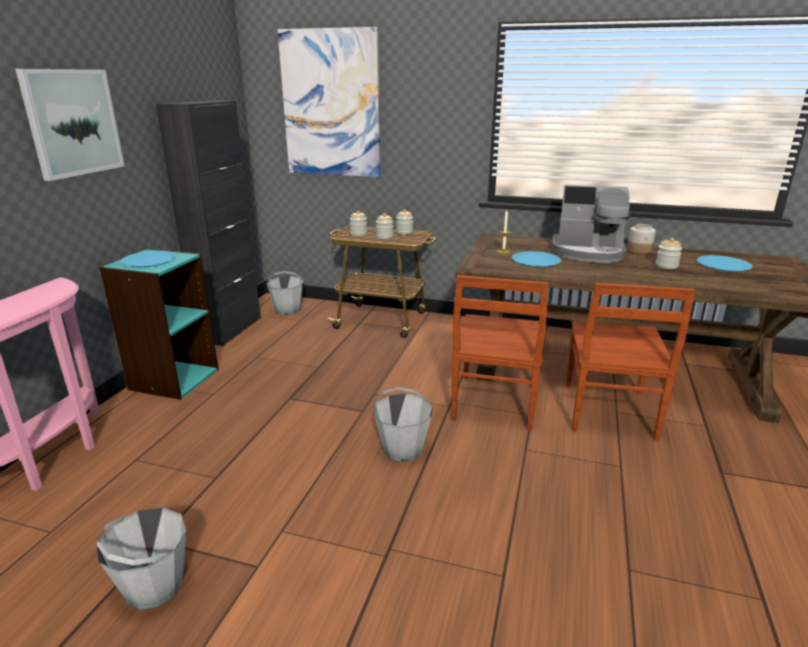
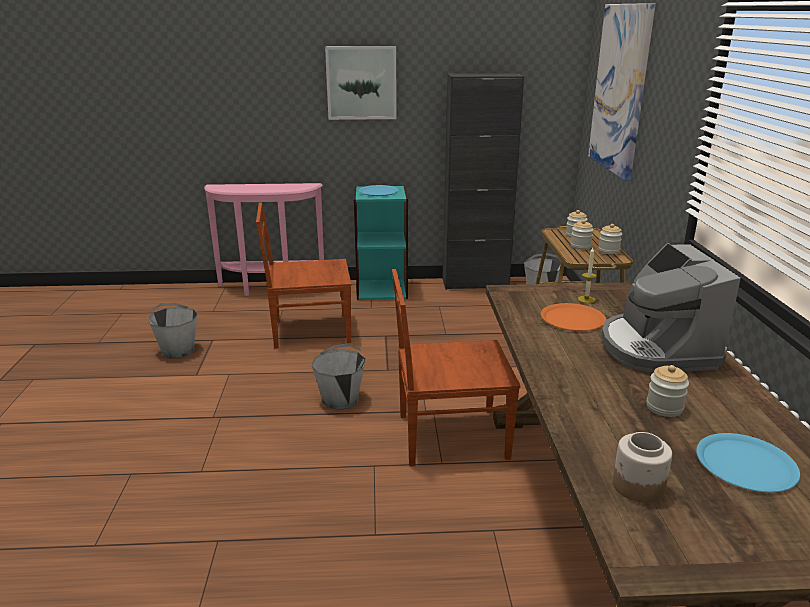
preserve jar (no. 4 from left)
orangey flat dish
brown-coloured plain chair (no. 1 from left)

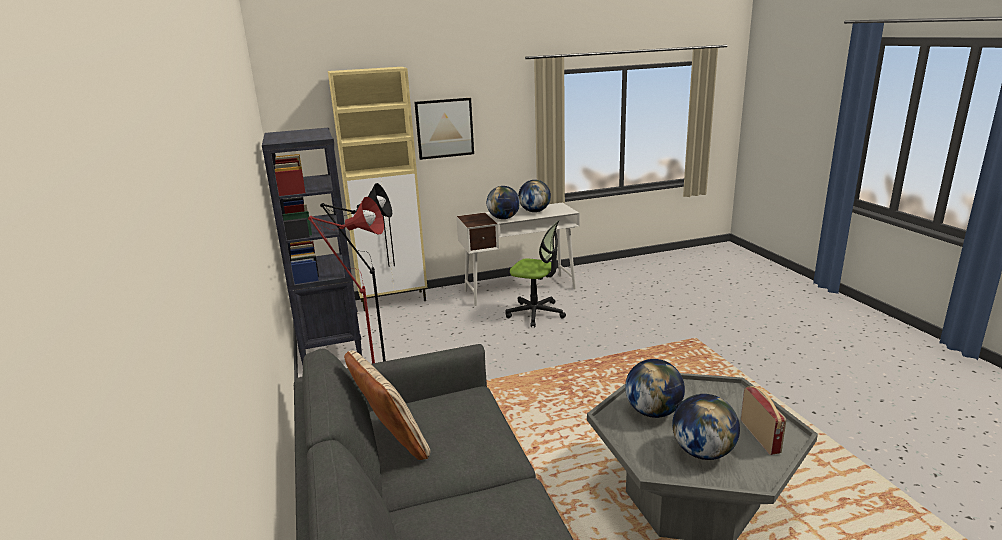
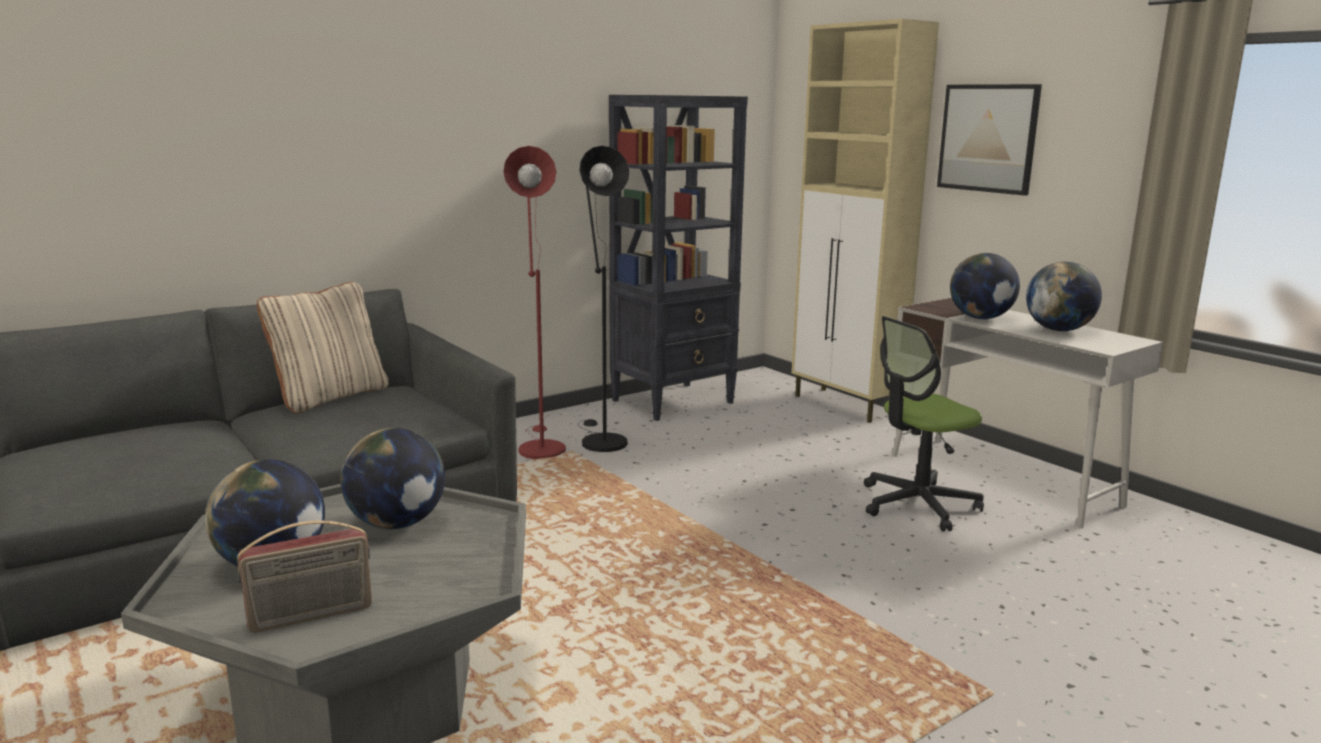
computer chair

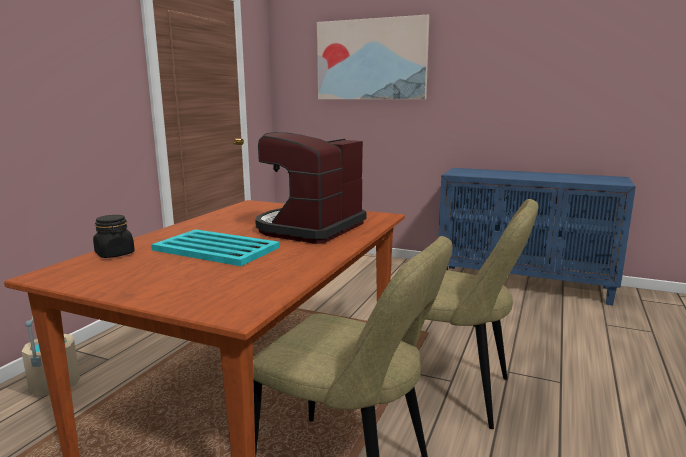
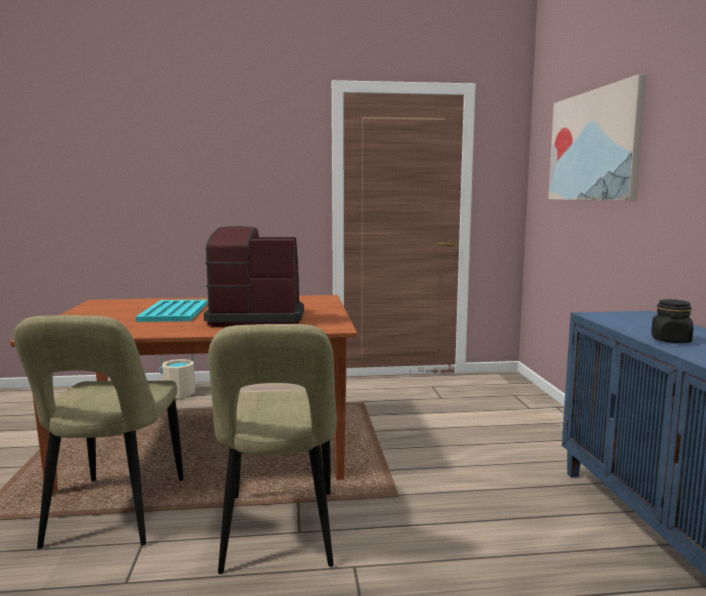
blackish preserve jar

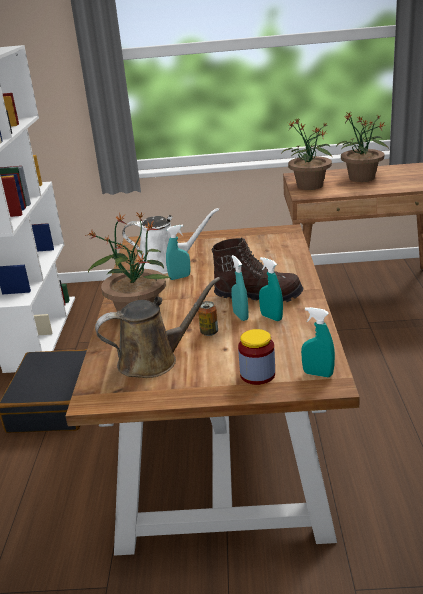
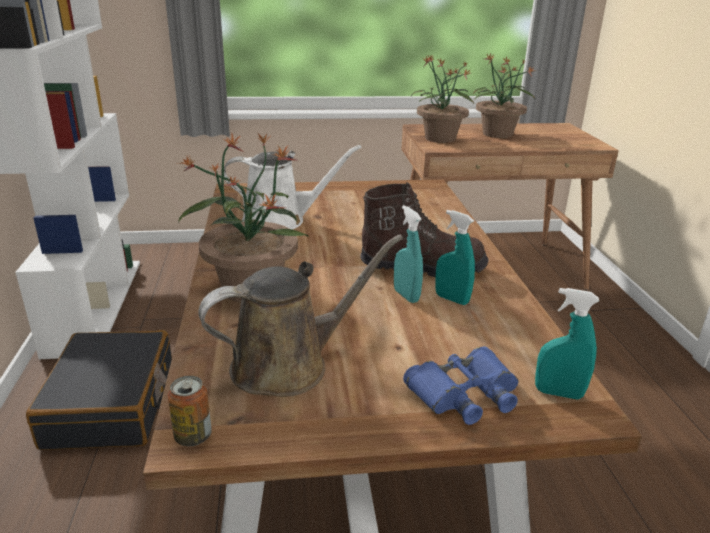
turquoise hand sprayer (no. 1 from left in the first image)
can
blue field glasses

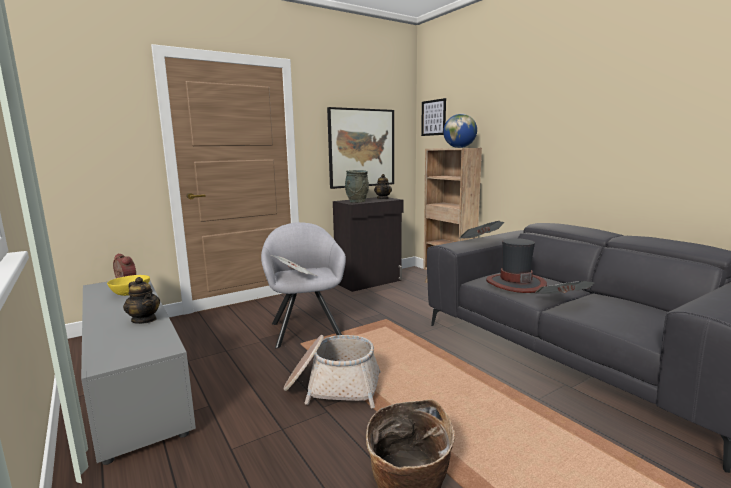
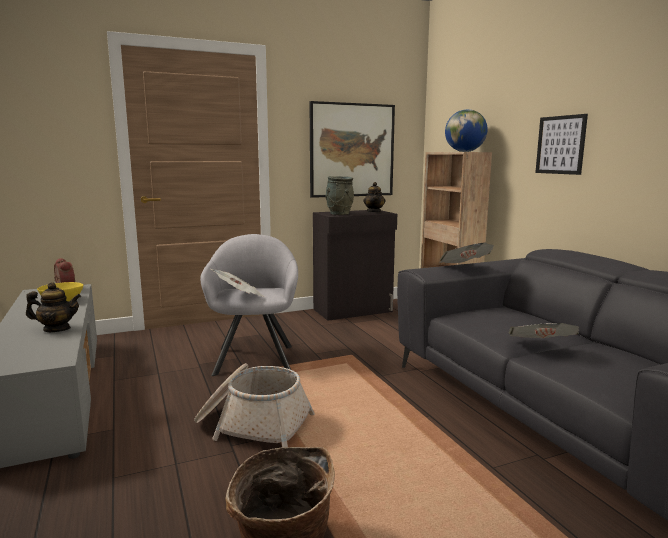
wall art (no. 2 from left)
clothing hat
tea pot (no. 1 from left)

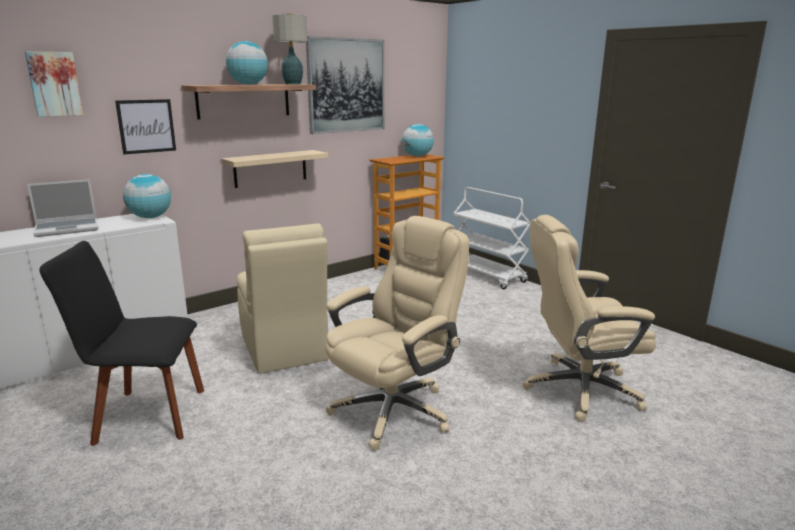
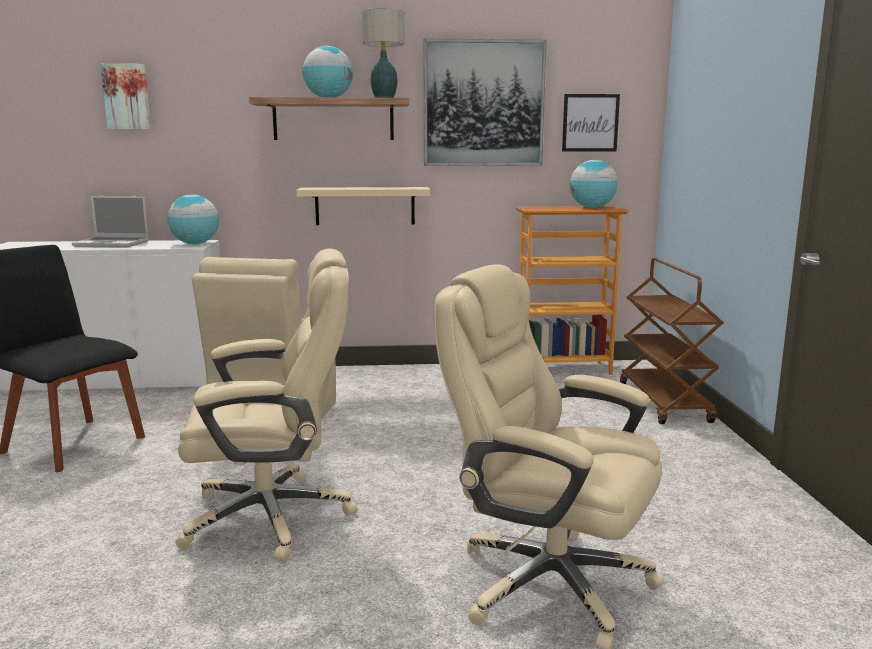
wall art (no. 3 from left)
brown-coloured wheeled cart

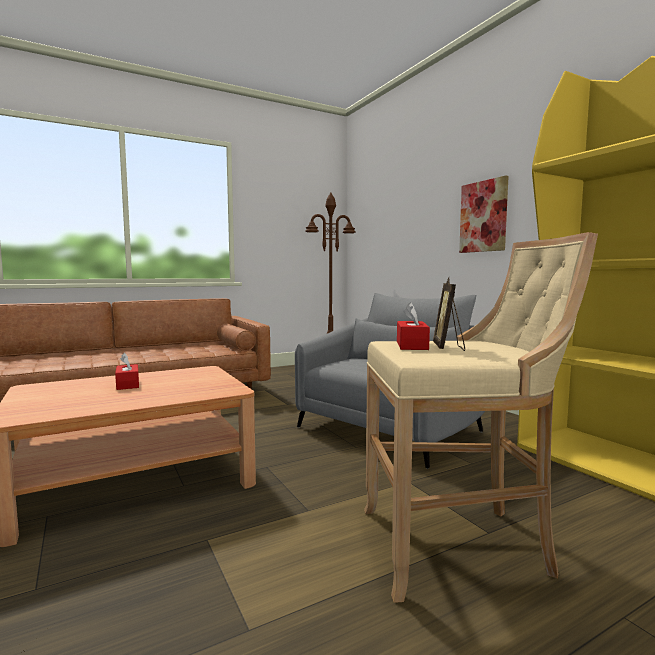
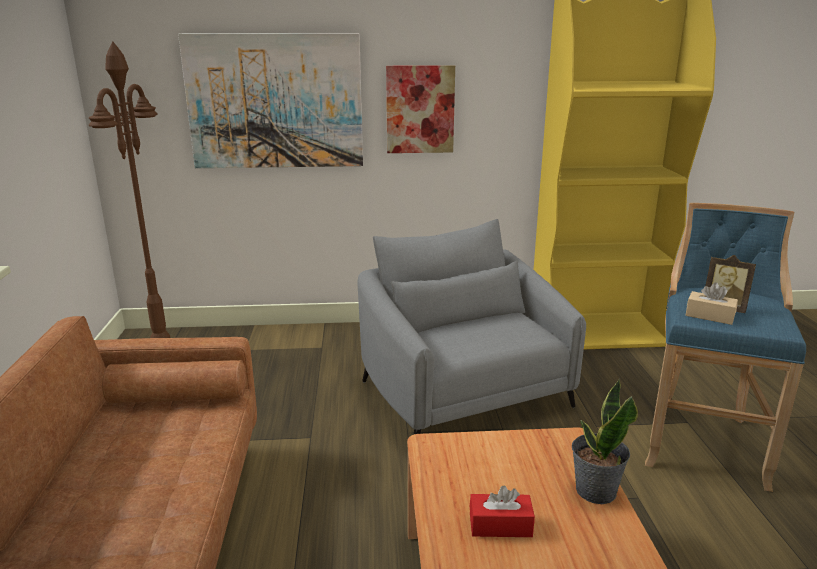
blue stool seat
sand-coloured box of tissues
wall art (no. 1 from left)
houseplant

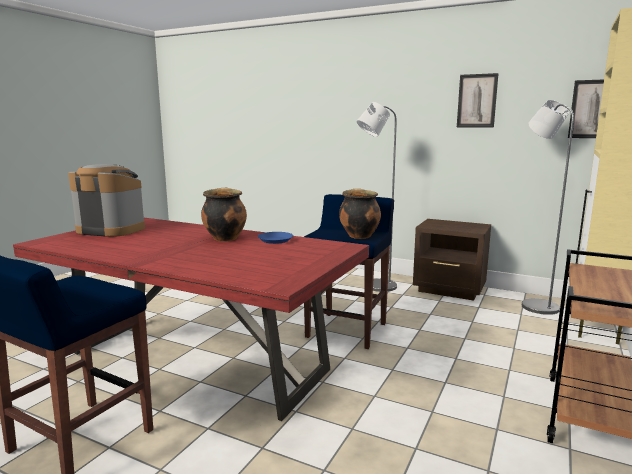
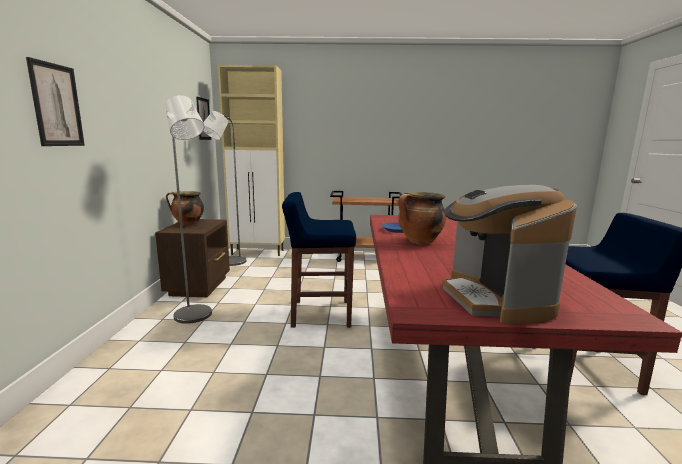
wall art (no. 1 from left)
cooking pot (no. 1 from left)

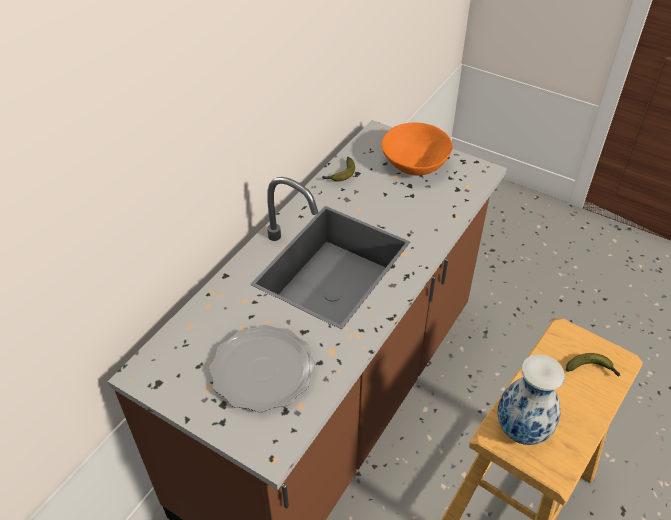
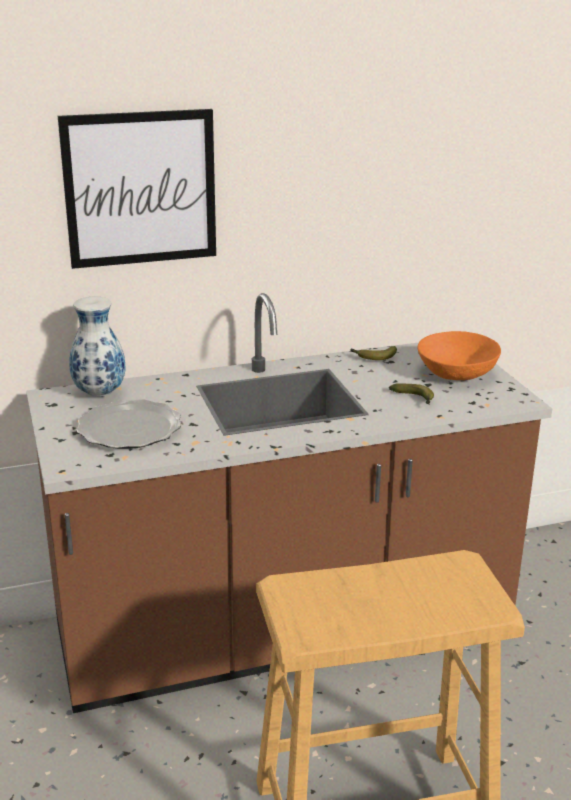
banana (no. 2 from left)
decorative vase
wall art

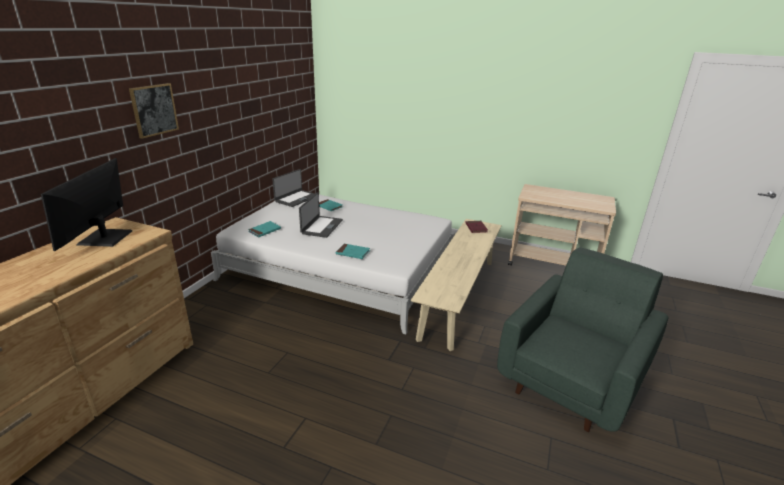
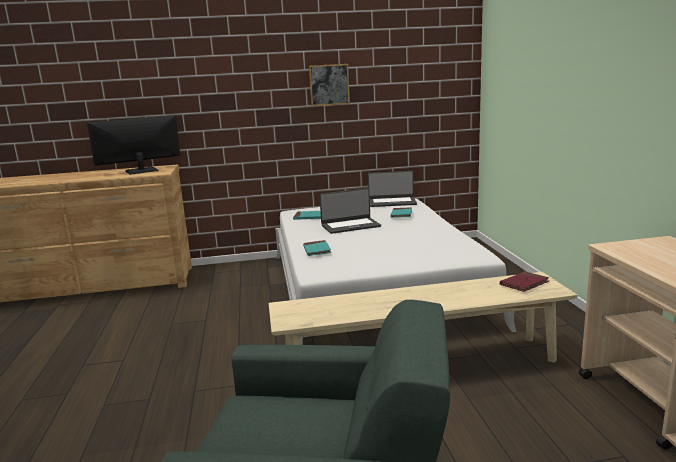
wall art

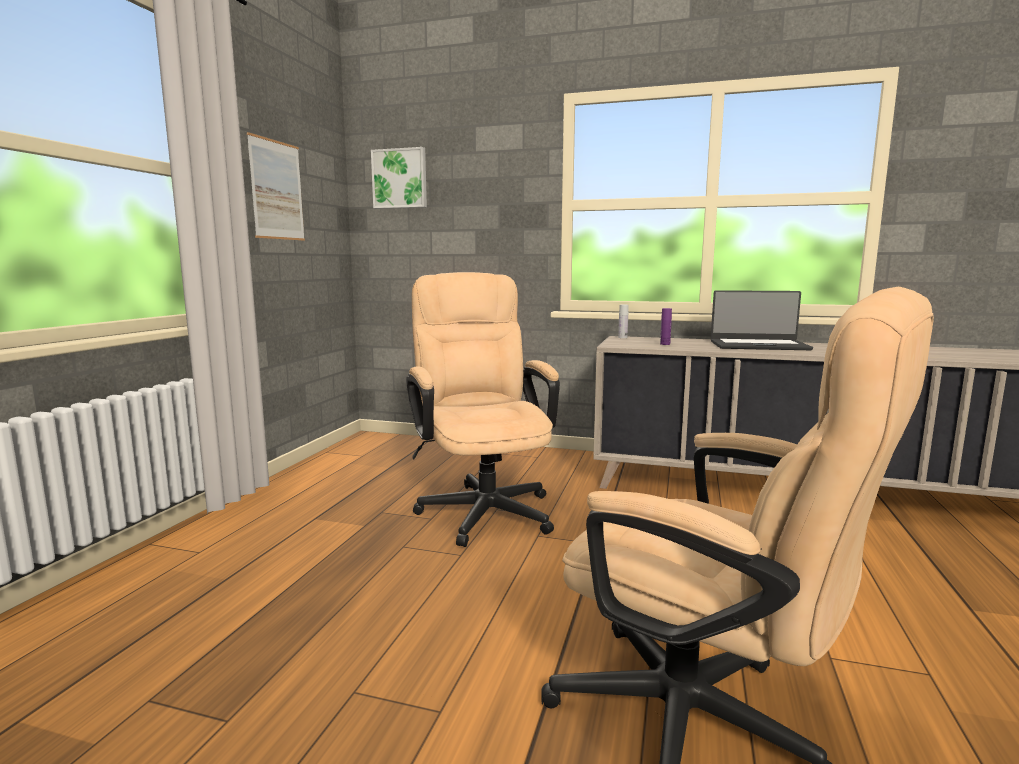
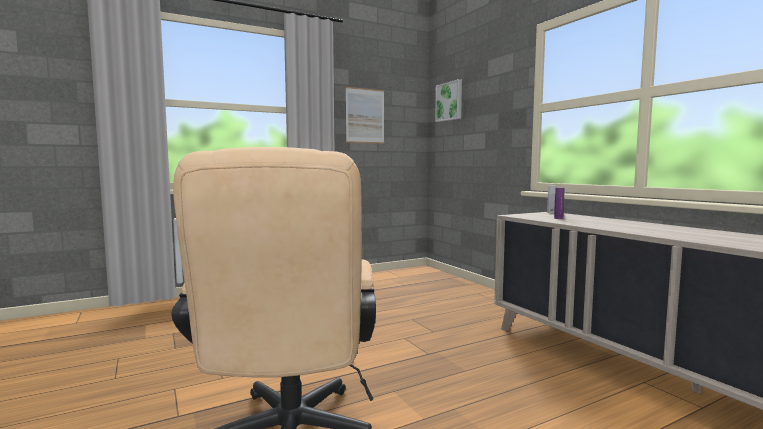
sand-coloured computer chair (no. 1 from left in the first image)
laptop

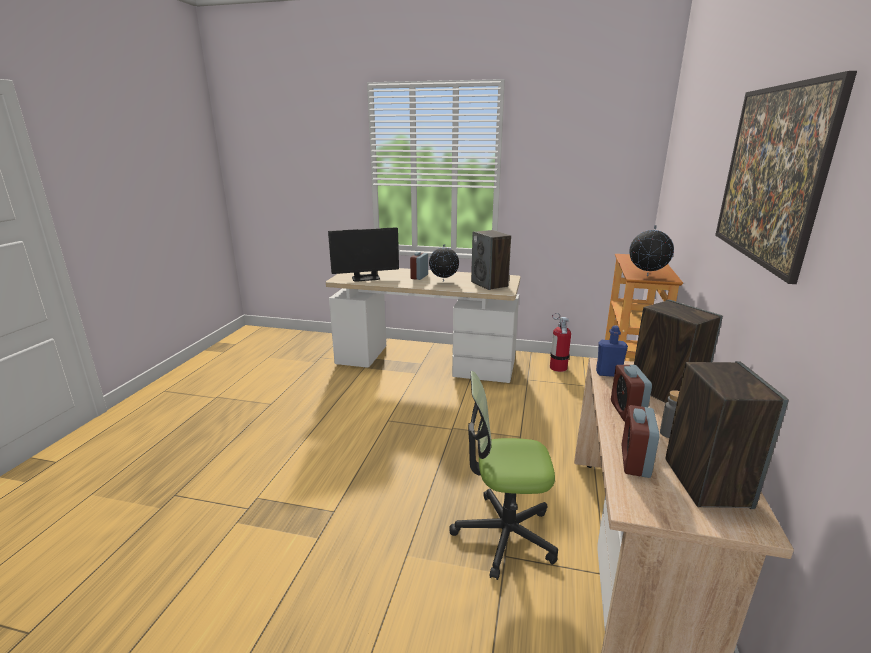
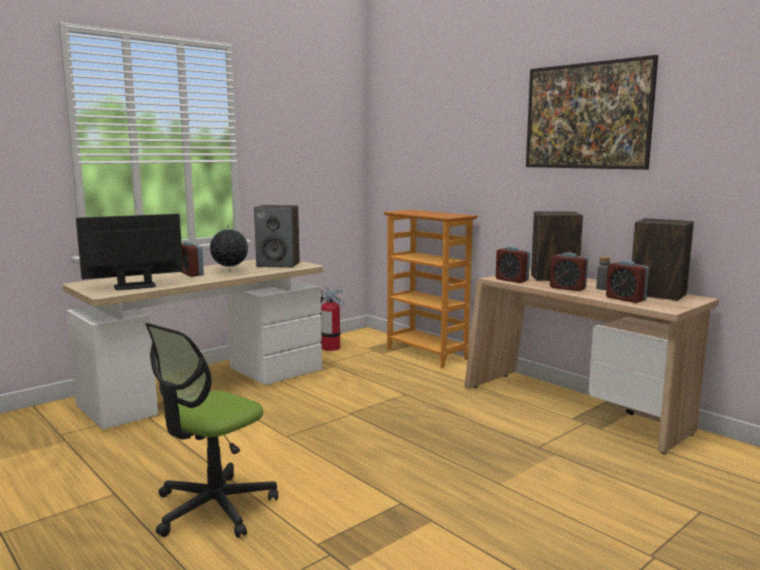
world globe (no. 2 from left in the first image)
computer screen
bedside clock (no. 2 from left)
computer chair

